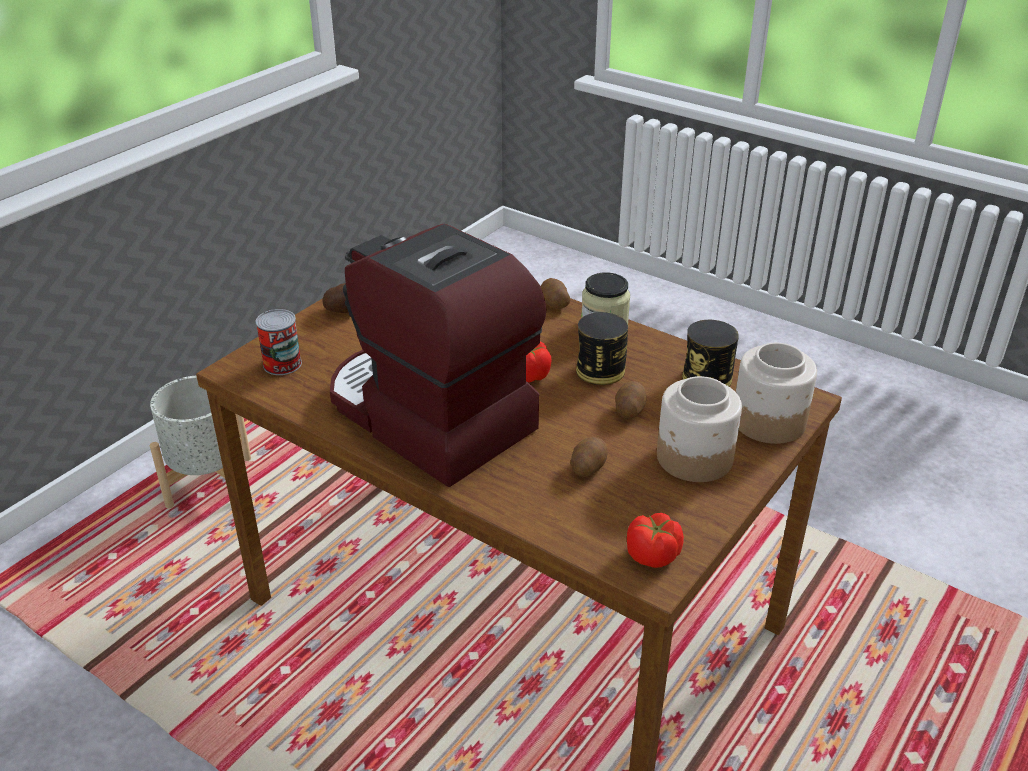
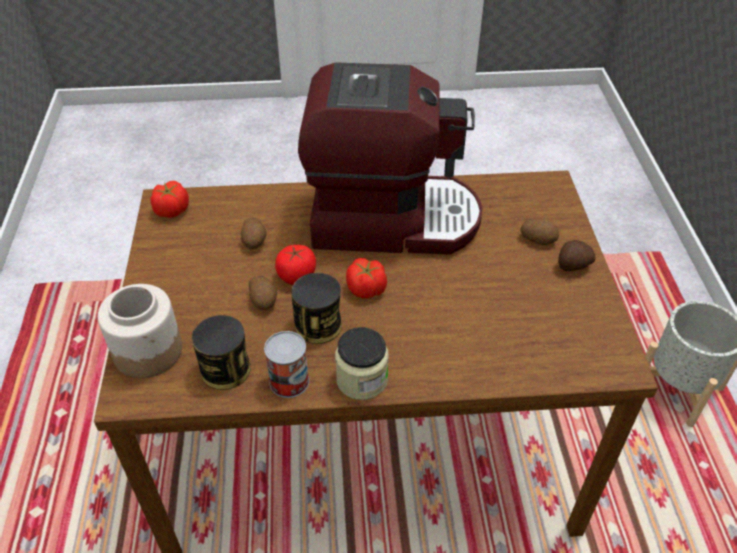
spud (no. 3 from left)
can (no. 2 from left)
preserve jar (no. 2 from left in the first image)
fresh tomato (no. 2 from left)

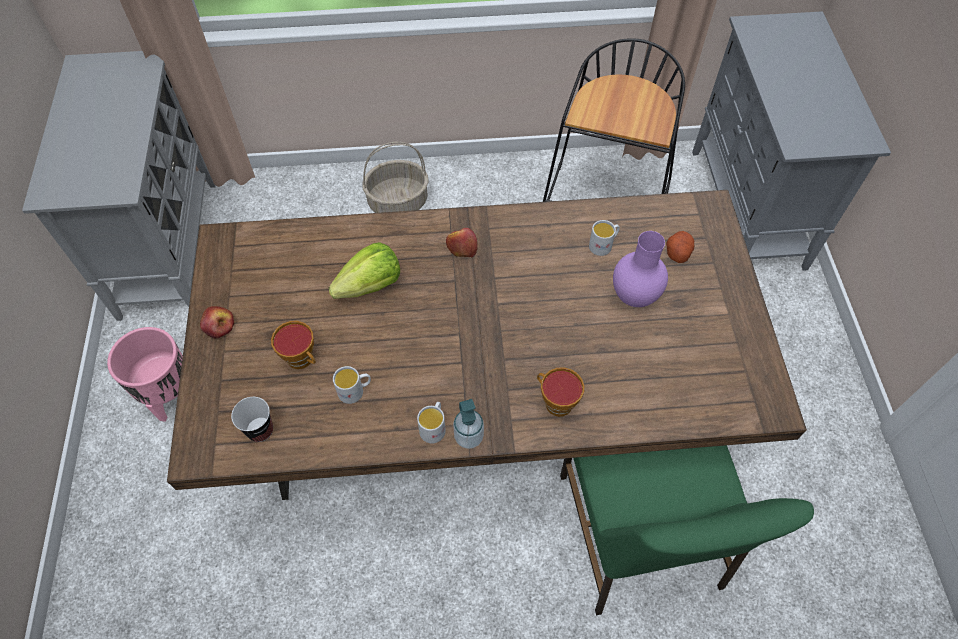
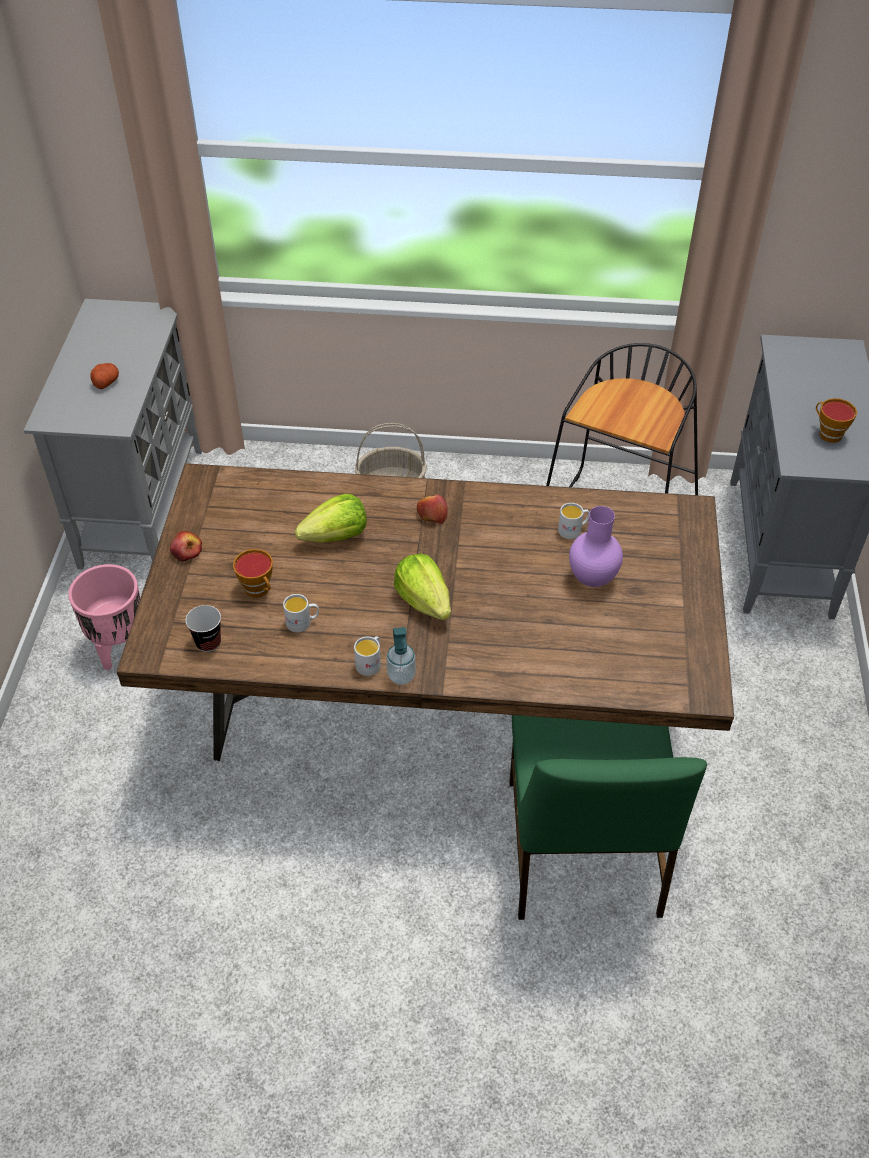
spud
small cup (no. 3 from left)
lettuce (no. 2 from left)

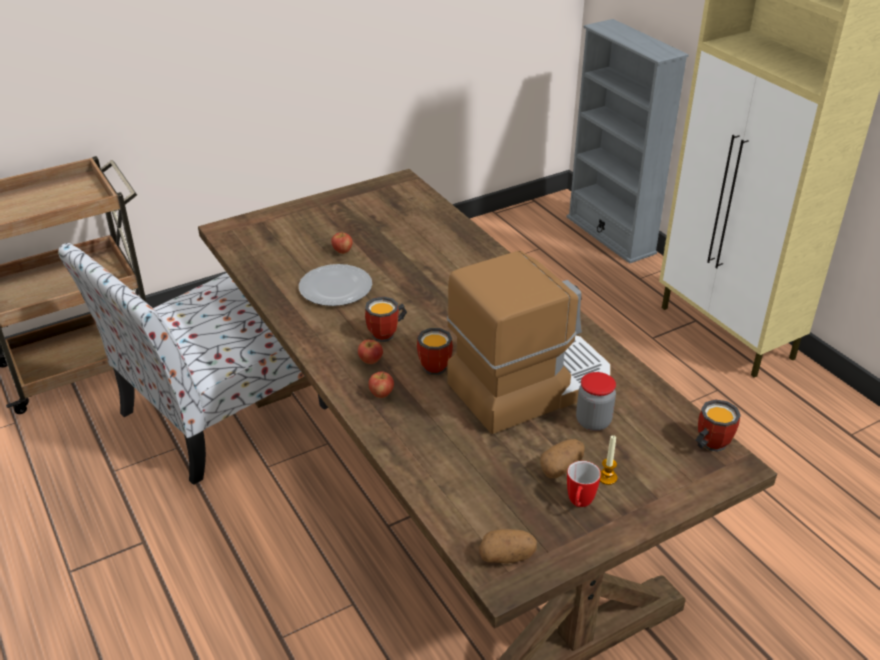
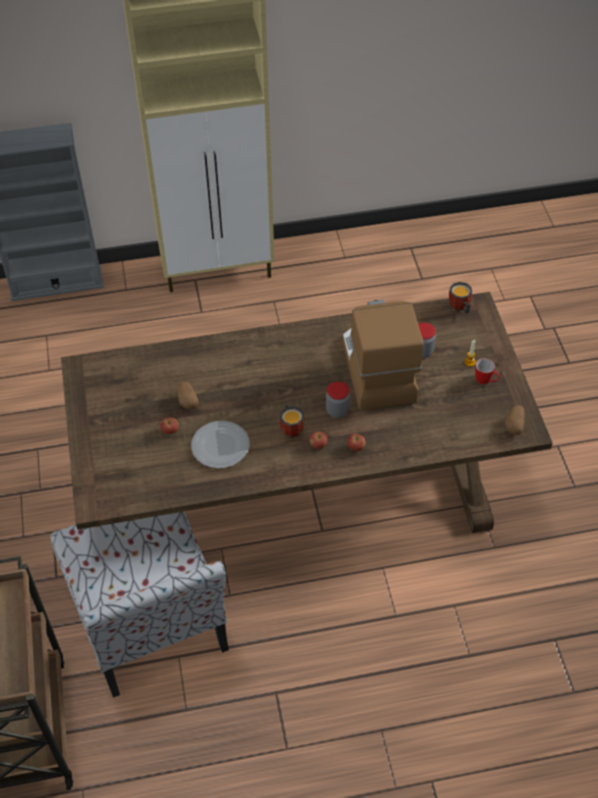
preserve jar (no. 1 from left)
spud (no. 1 from left)

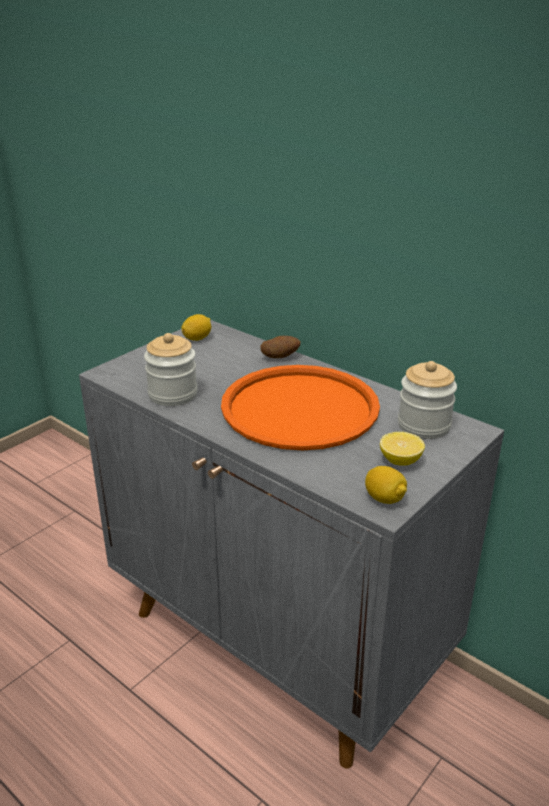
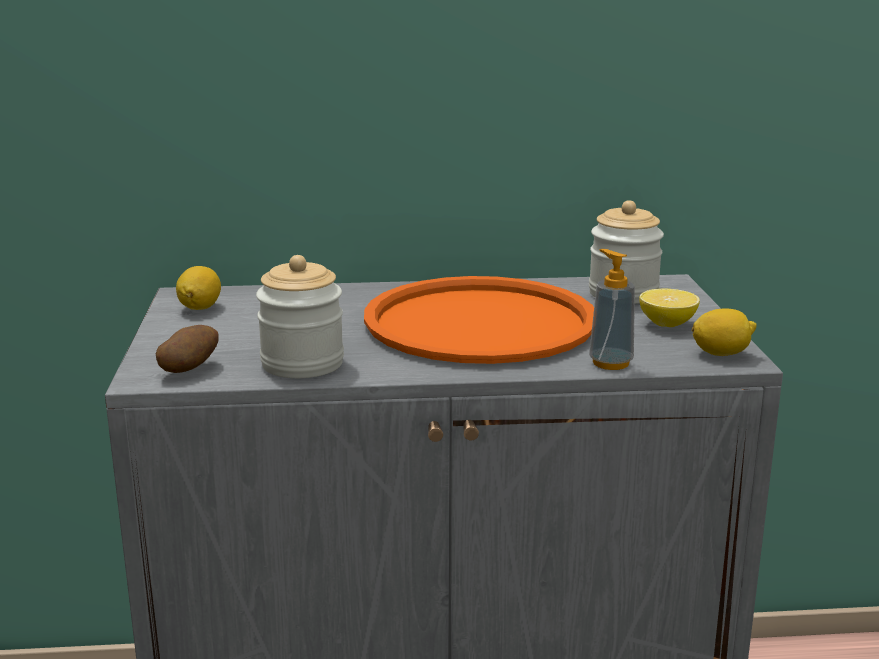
spud
soap bottle

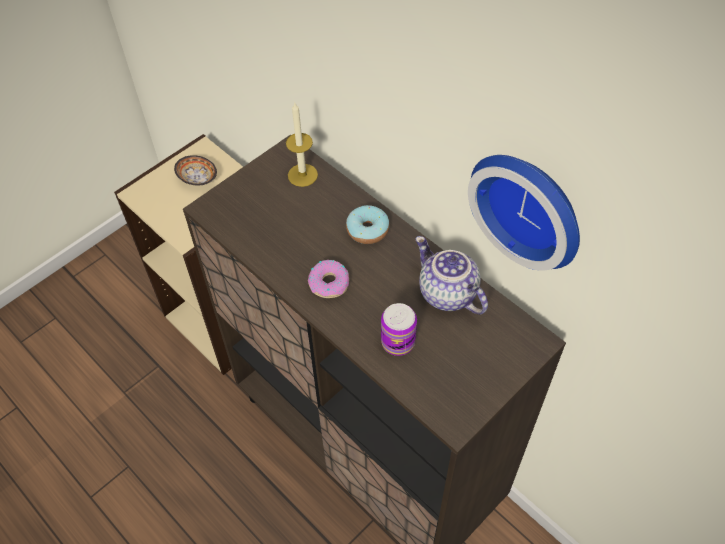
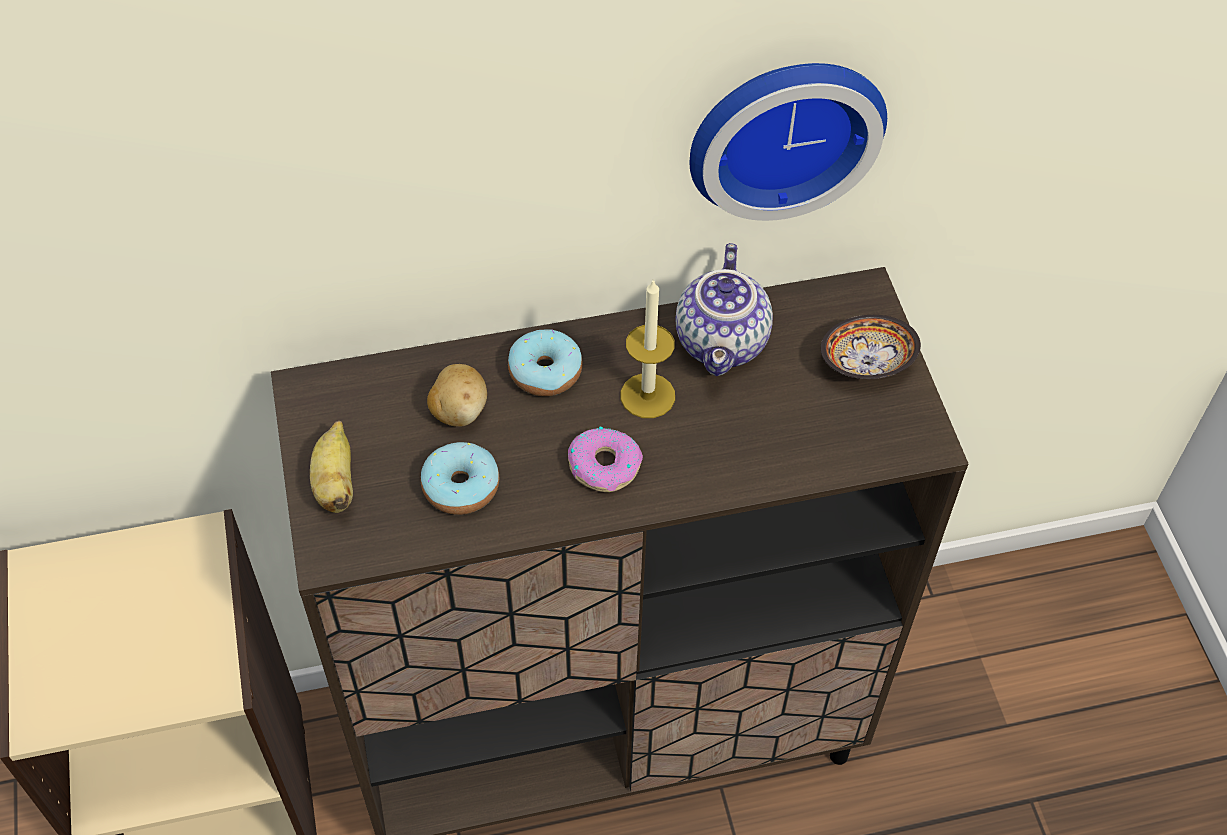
wax light
deep dish
tea pot
can
spud
banana
ring doughnut (no. 1 from left)

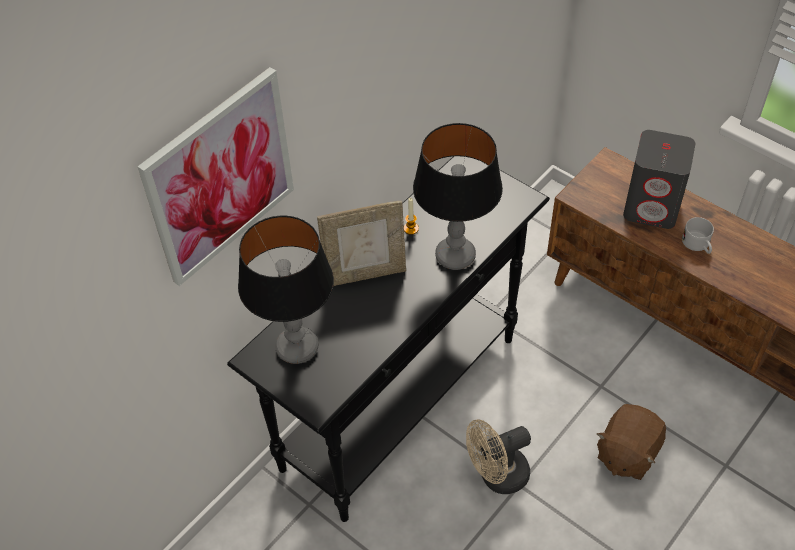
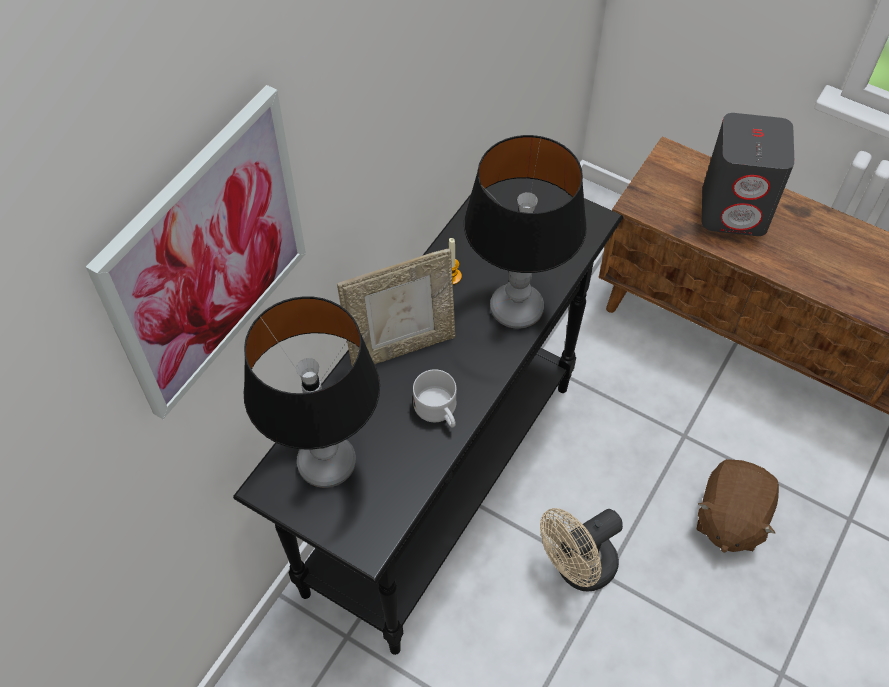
white-coloured tea mug

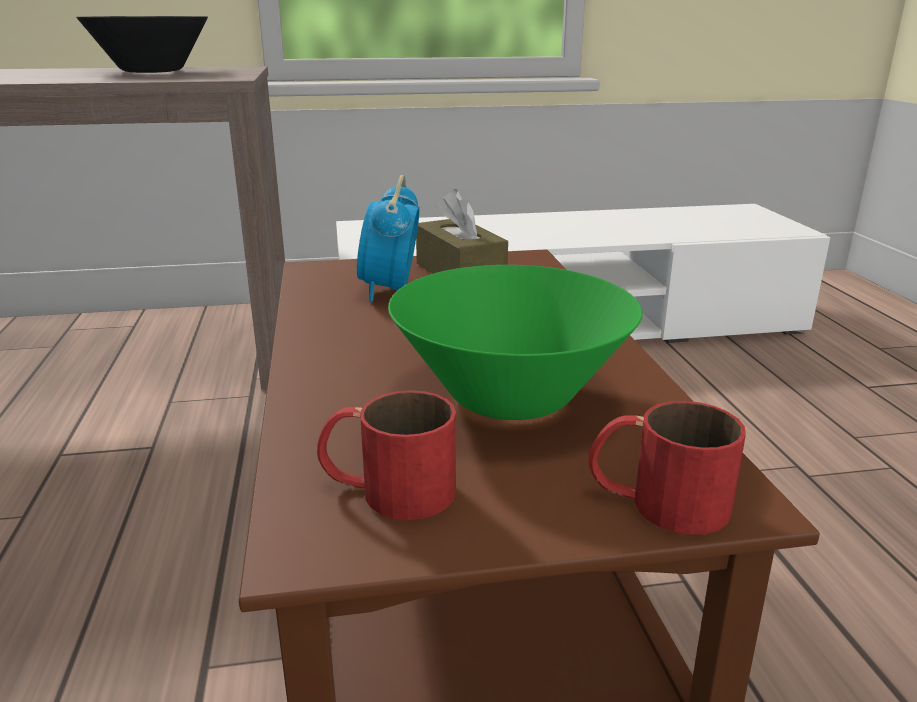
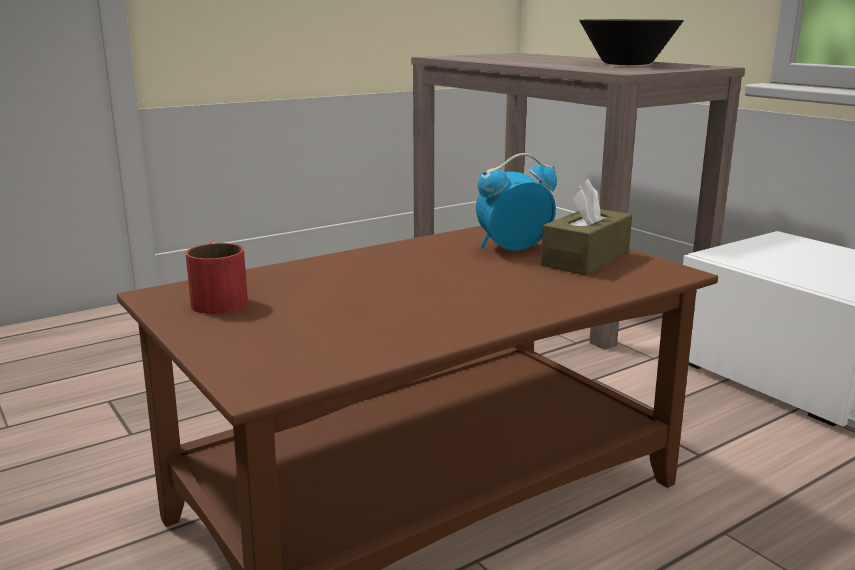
green deep dish
reddish tea mug (no. 2 from left in the first image)

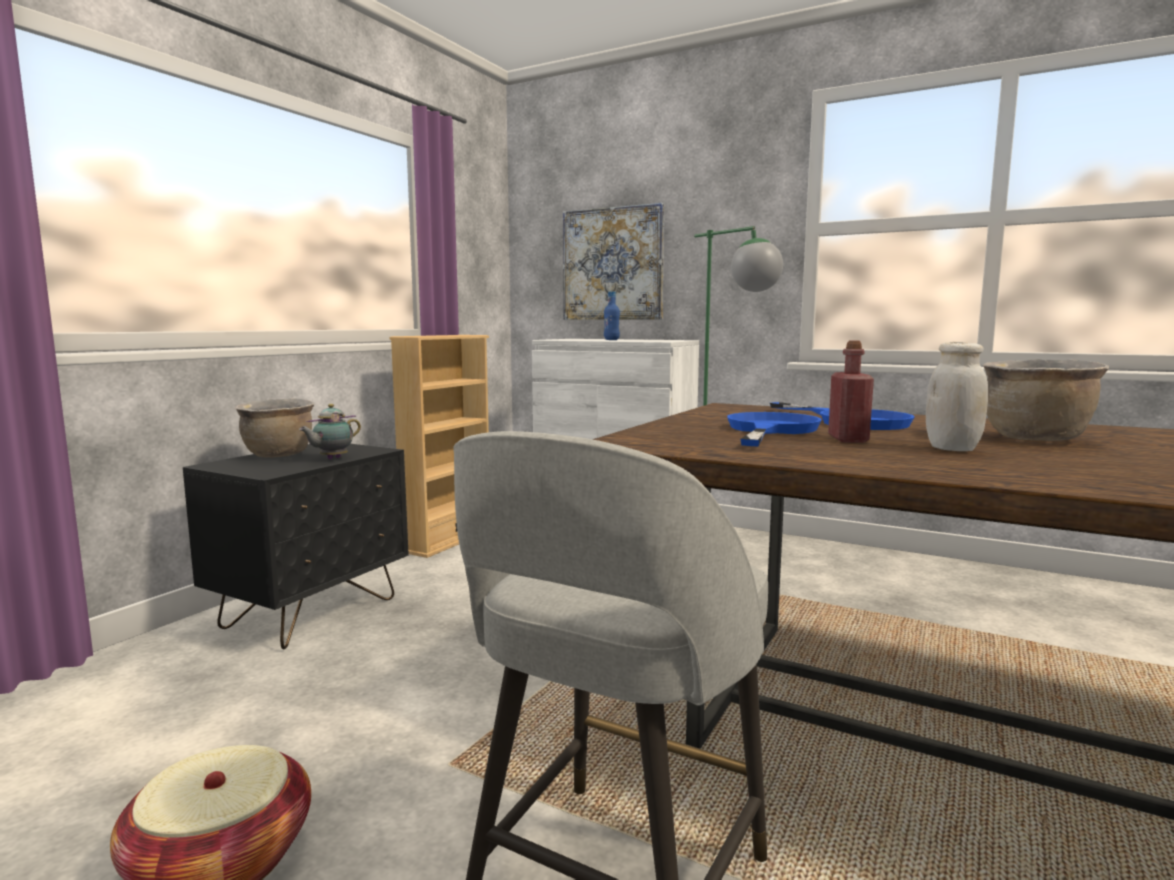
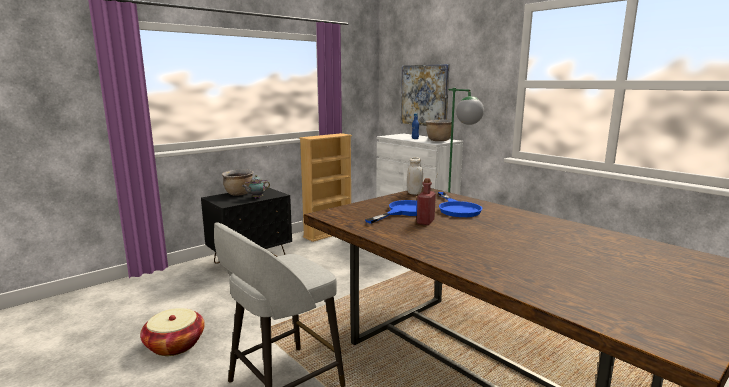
white-coloured preserve jar
brown-coloured cooking pot (no. 2 from left)

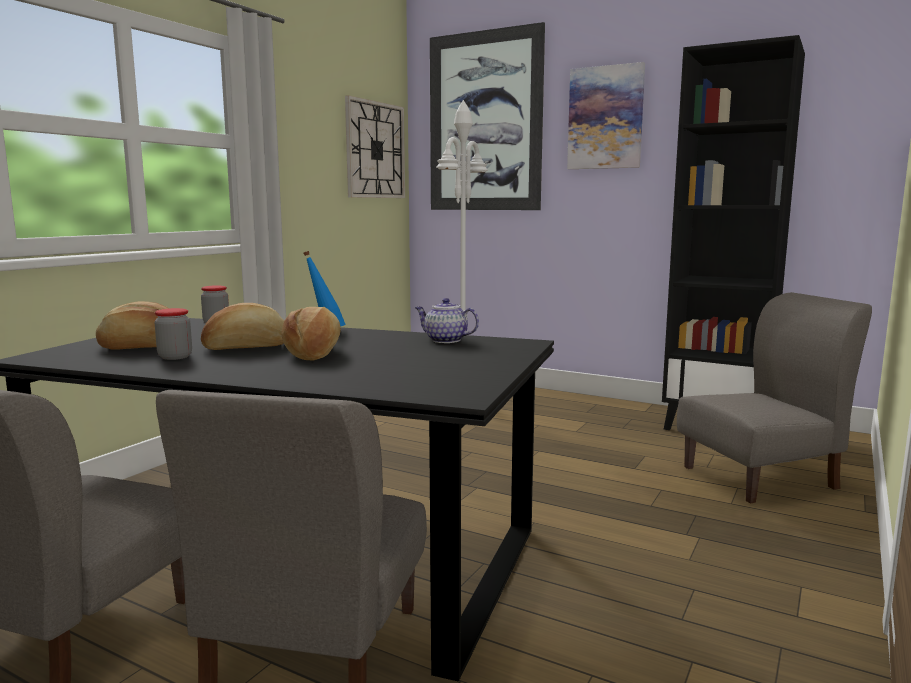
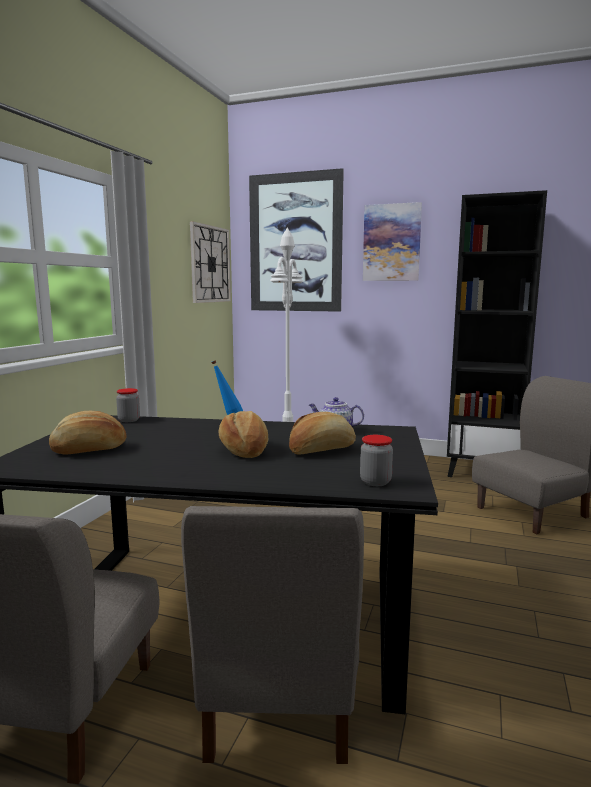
bakery bread (no. 3 from left)
preserve jar (no. 2 from left)

